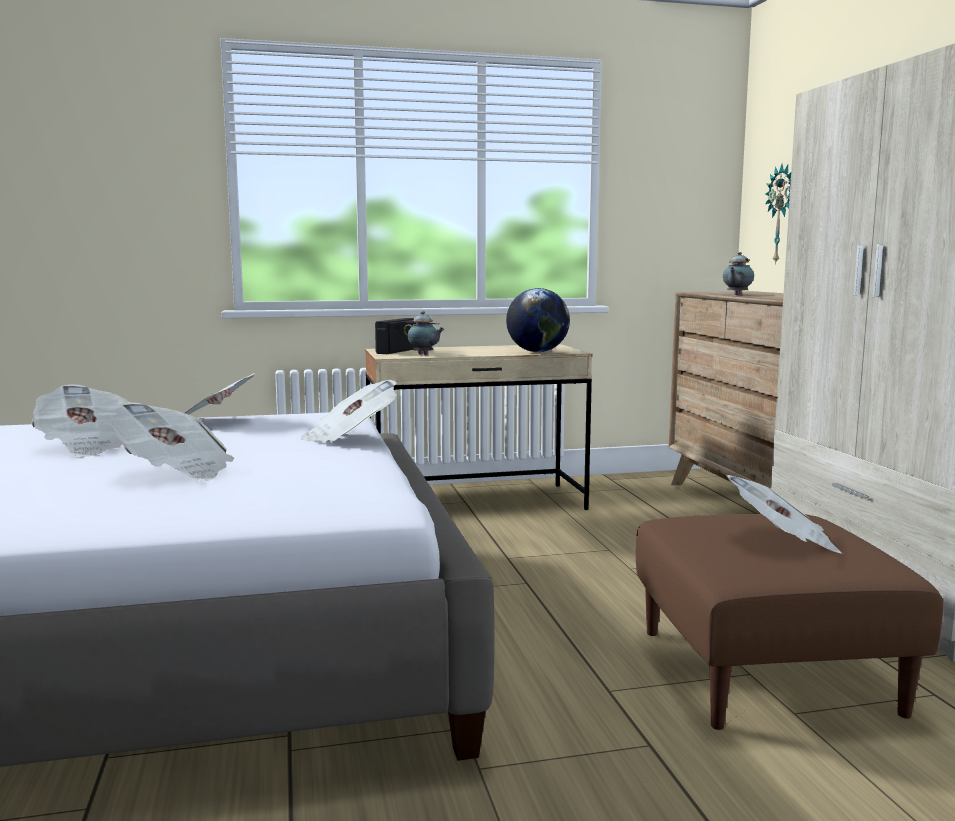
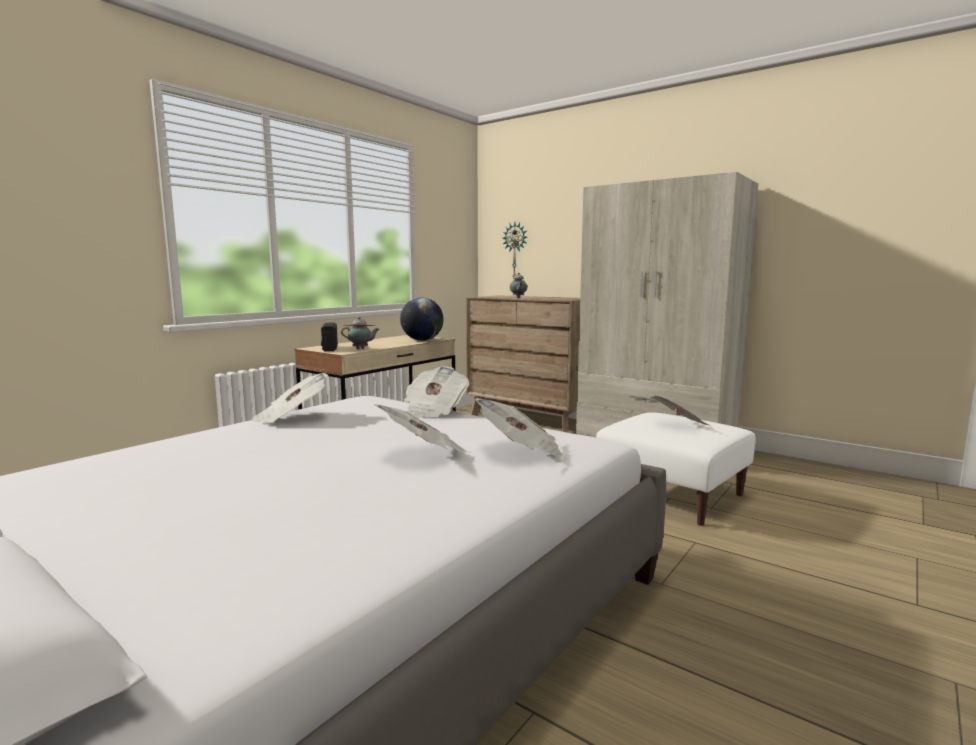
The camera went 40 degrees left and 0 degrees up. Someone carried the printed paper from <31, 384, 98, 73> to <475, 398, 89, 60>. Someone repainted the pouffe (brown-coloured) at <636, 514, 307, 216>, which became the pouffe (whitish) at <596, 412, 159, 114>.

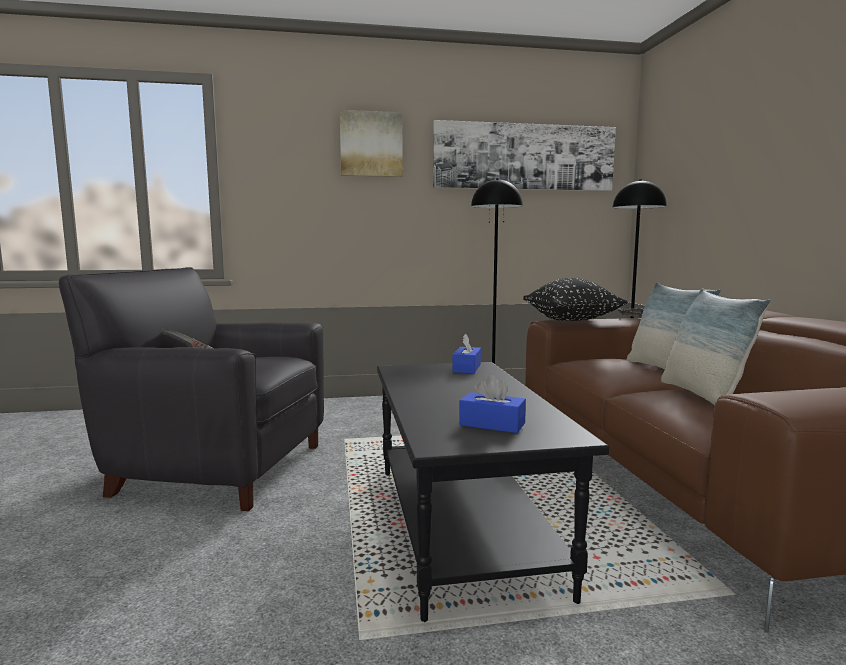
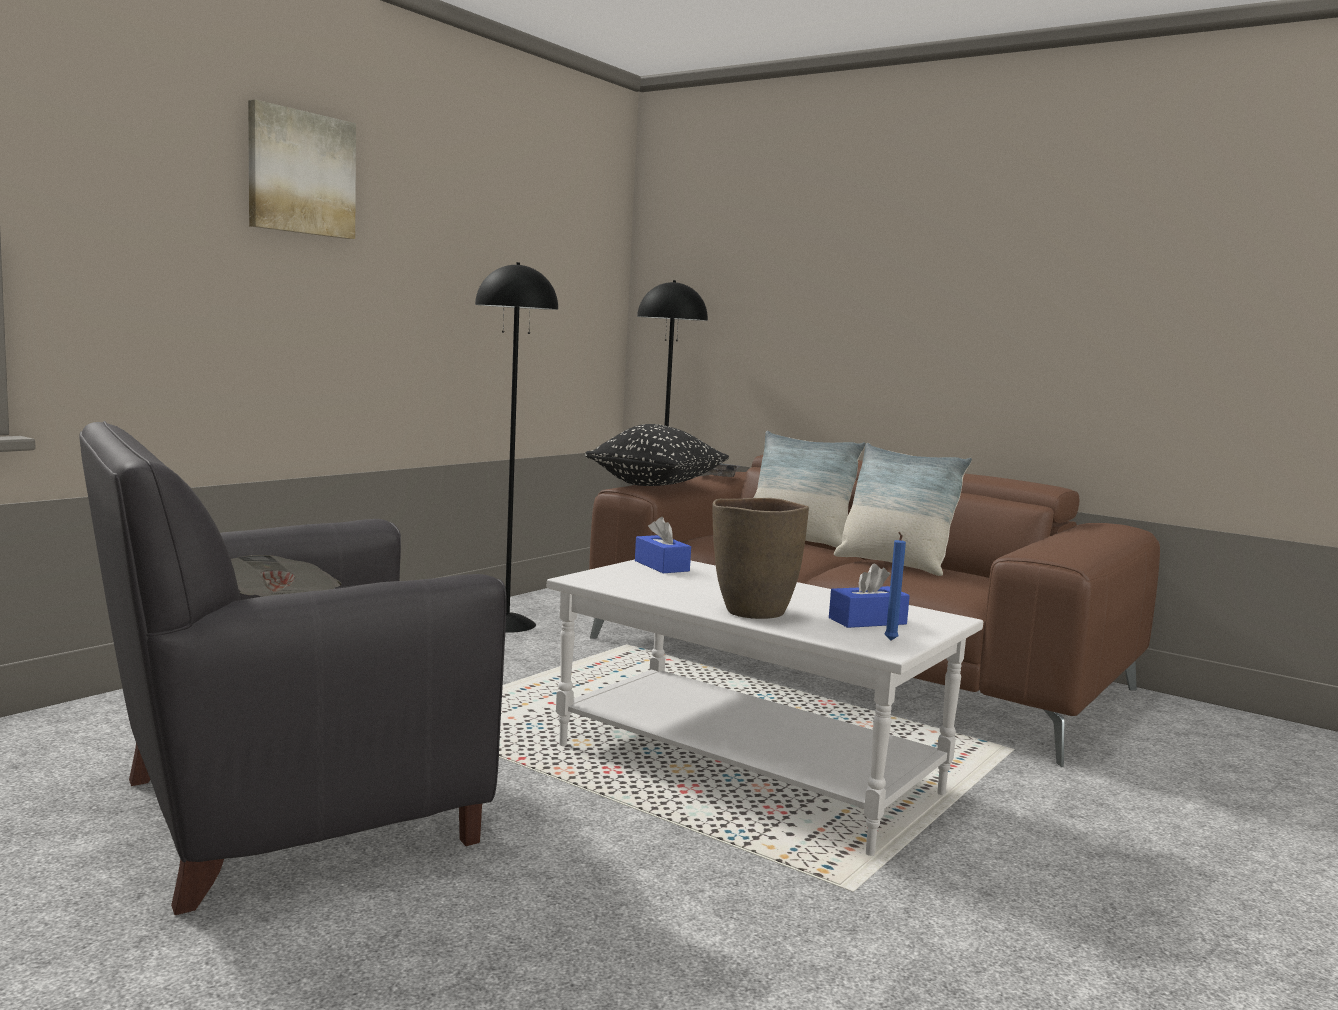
The camera went 45 degrees left and 0 degrees up. Someone took away the wall picture at <433, 120, 183, 71>. Someone repainted the lounge table (black-coloured) at <377, 362, 233, 260>, which became the lounge table (whitish) at <547, 559, 436, 297>. Someone put down the vase (brown-coloured) at <712, 498, 97, 121>. Someone put down the wax light (blue-coloured) at <884, 532, 22, 109>.

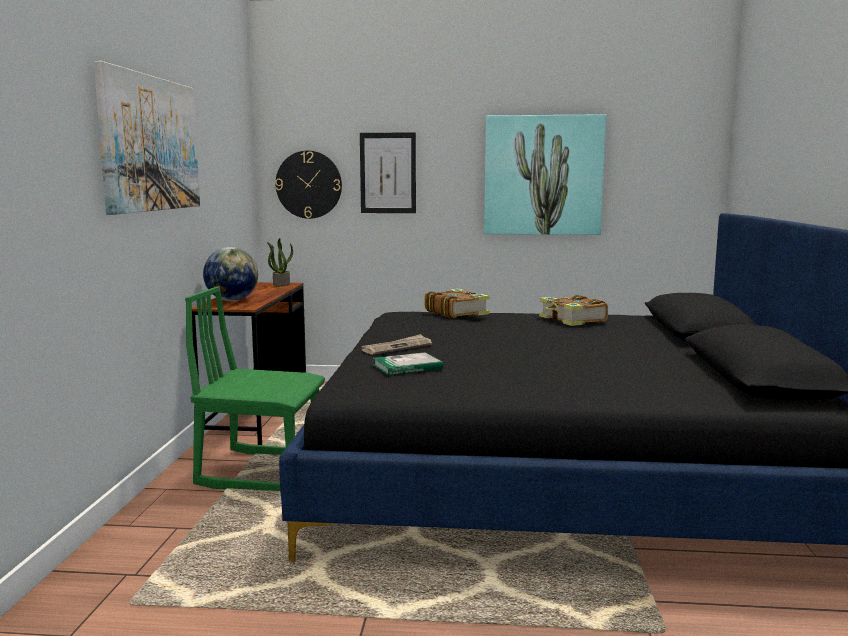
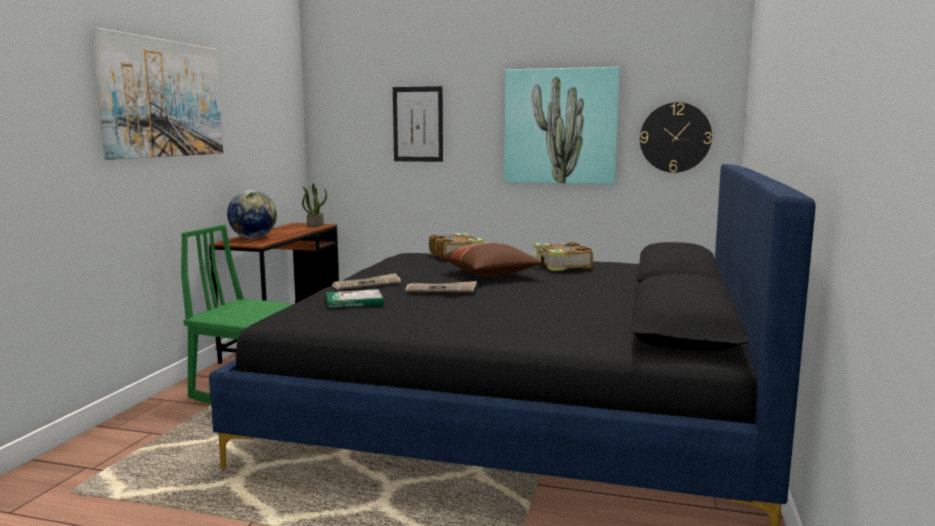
The camera went 10 degrees right and 0 degrees up. Someone carried the clock on the wall from <275, 151, 67, 68> to <640, 102, 72, 71>. Someone put down the throw pillow (brown-coloured) at <443, 243, 99, 33>. Someone put down the printed paper at <405, 281, 72, 11>.

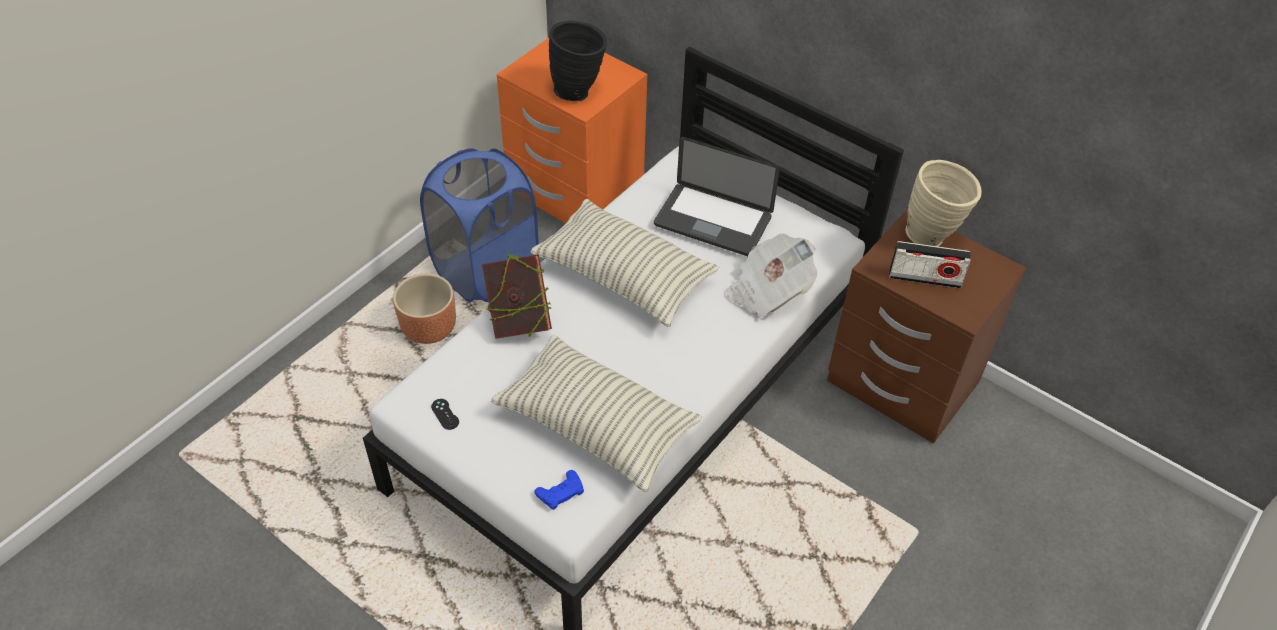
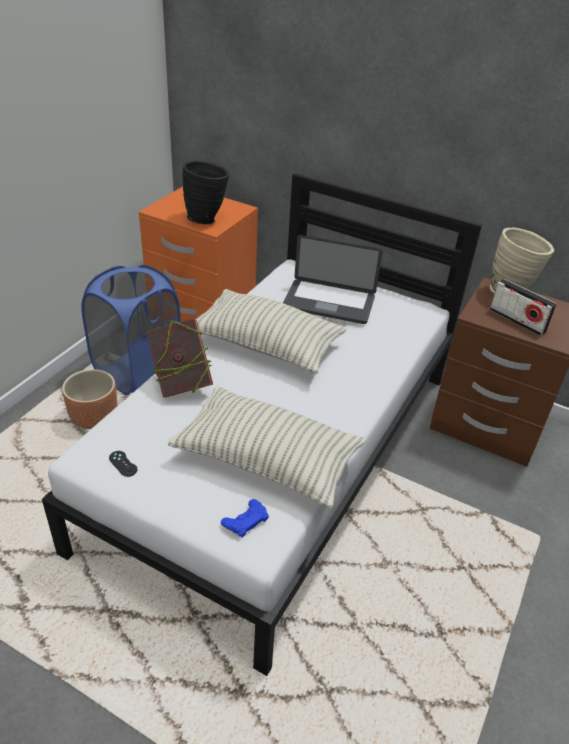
The camera went 10 degrees left and 10 degrees down. Someone took away the printed paper at <726, 233, 91, 85>. Someone rotated the radio set at <889, 241, 82, 47> by 45 degrees clockwise.

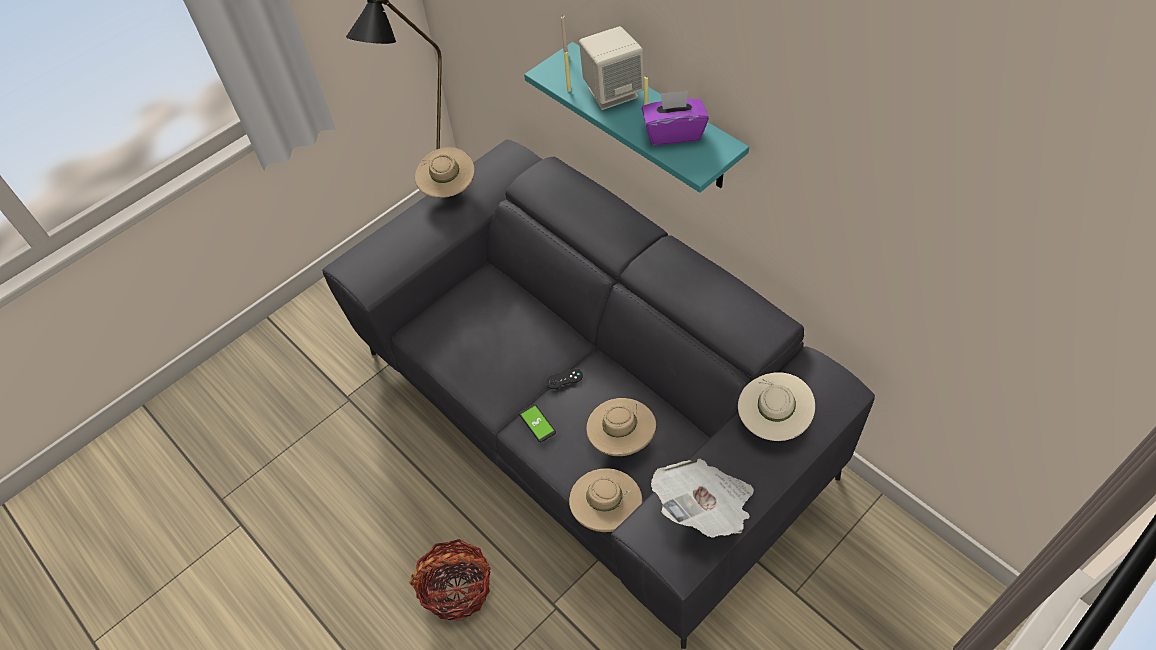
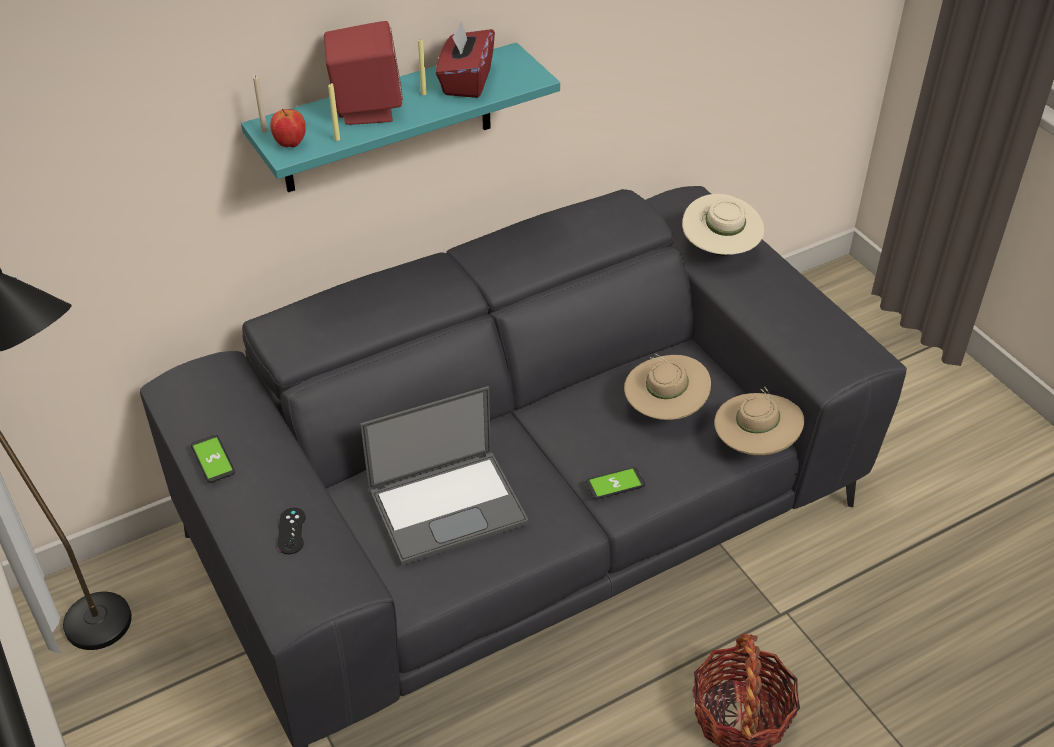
The camera went 80 degrees left and 10 degrees down. Someone repainted the speaker (beige-coloured) at <579, 26, 65, 84>, which became the speaker (reddish) at <324, 21, 79, 104>. Someone repainted the box of tissues (purple-coloured) at <642, 91, 67, 54>, which became the box of tissues (reddish) at <436, 21, 59, 77>. Someone swapped the hat (beige-coloured) at <415, 147, 60, 51> for the handset at <191, 435, 44, 48>. Someone carried the gamepad (black-coloured) from <546, 368, 37, 21> to <278, 508, 28, 46>. Someone took away the printed paper at <651, 459, 103, 79>. Someone put down the whole apple at <270, 109, 36, 39>. Someone put down the laptop at <360, 386, 169, 180>.

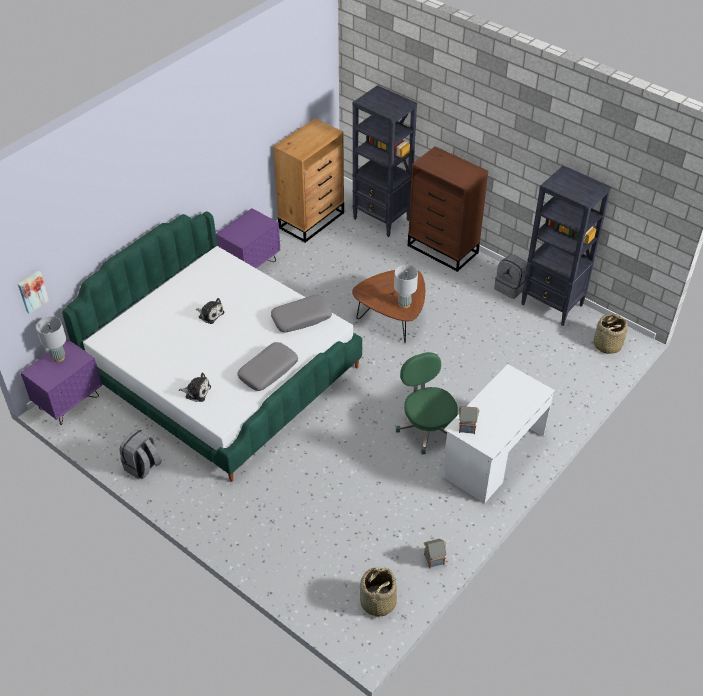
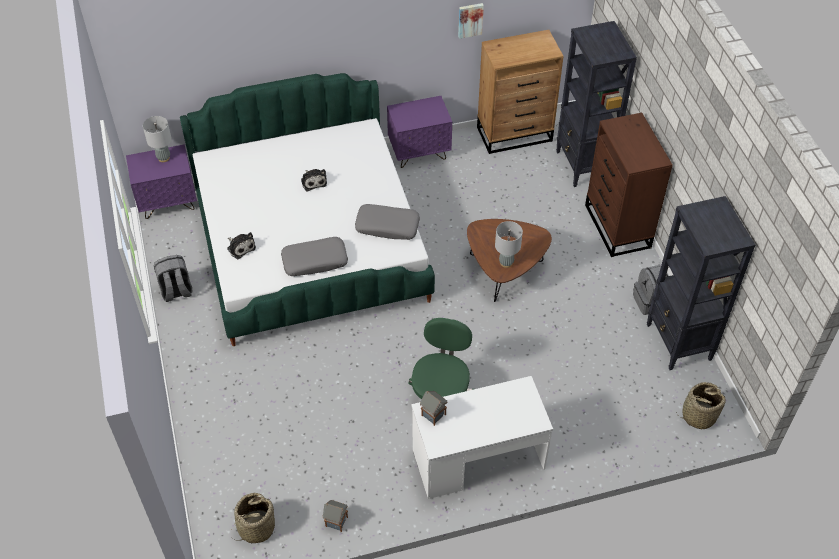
The camera went 35 degrees right and 5 degrees up. Someone carried the wall picture from <18, 271, 31, 43> to <458, 3, 26, 36>.

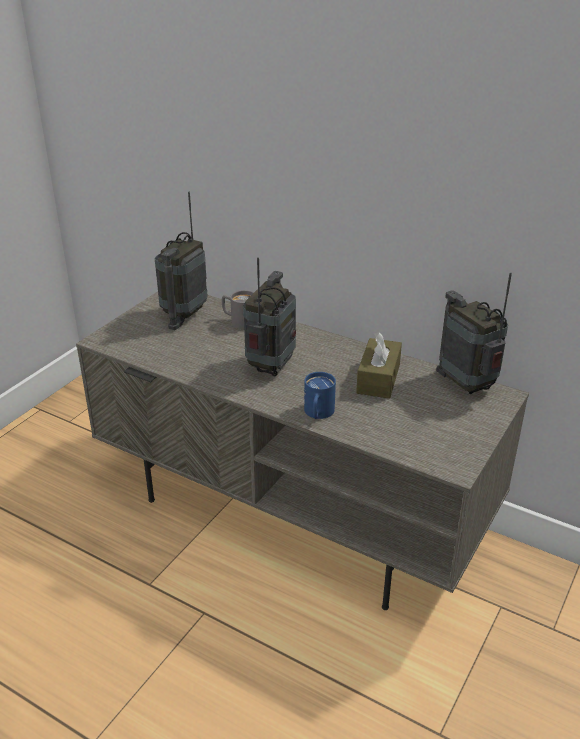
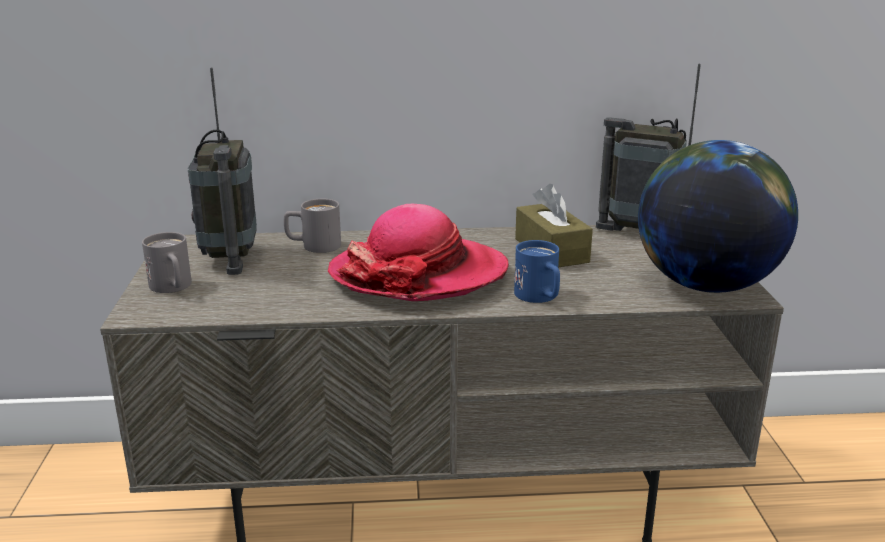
The camera went 35 degrees left and 10 degrees down. Someone swapped the radio set at <243, 257, 53, 119> for the hat at <328, 204, 181, 97>. Someone put down the world globe at <638, 140, 160, 153>. Someone put down the mug (grey) at <142, 232, 50, 61>.

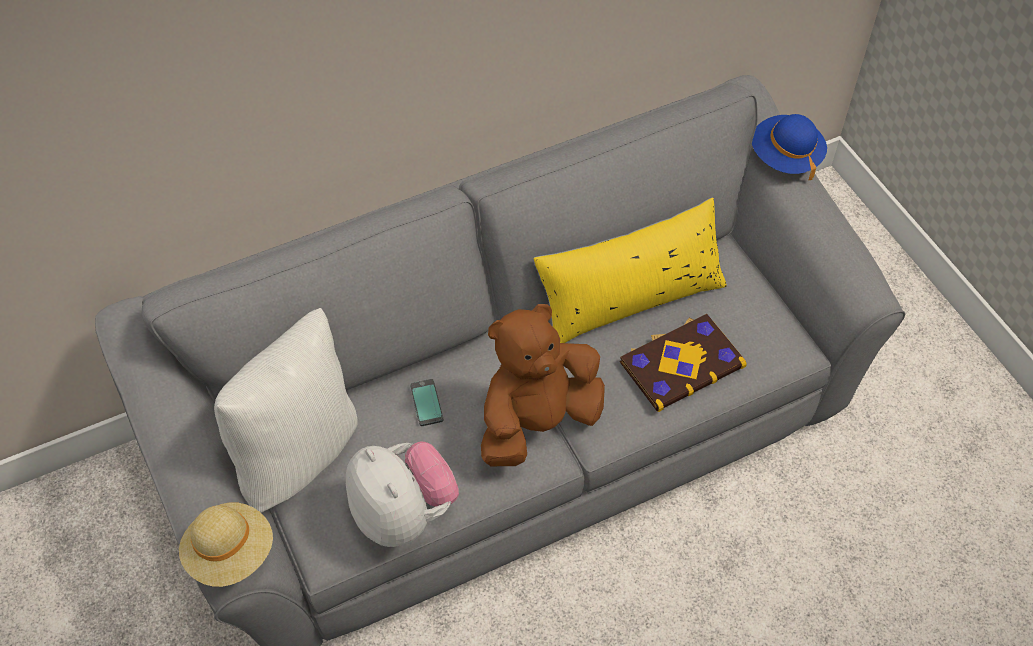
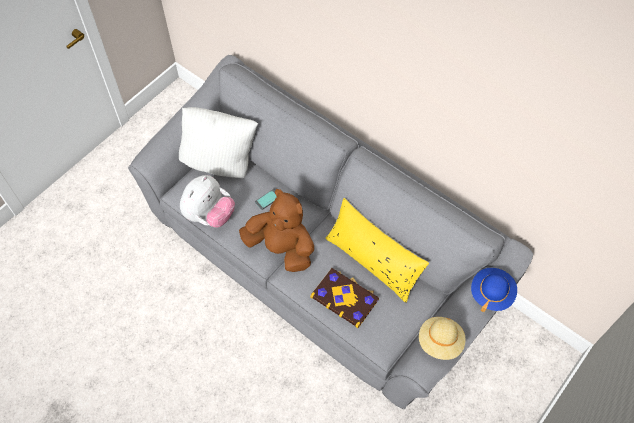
The camera went 65 degrees right and 5 degrees up. Someone carried the hat (beige-coloured) from <179, 502, 94, 85> to <419, 317, 47, 43>.

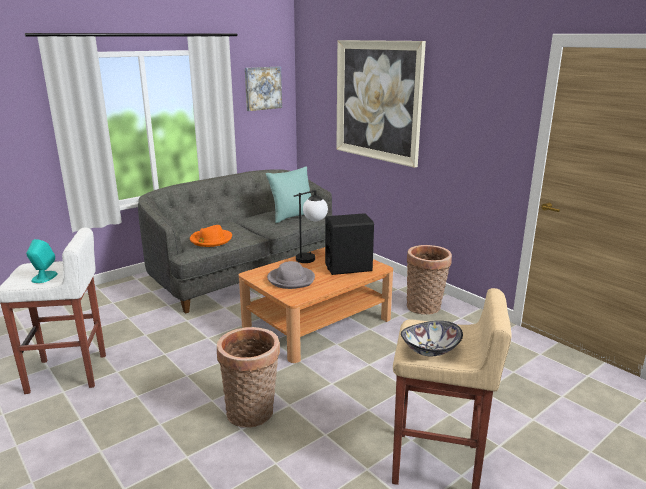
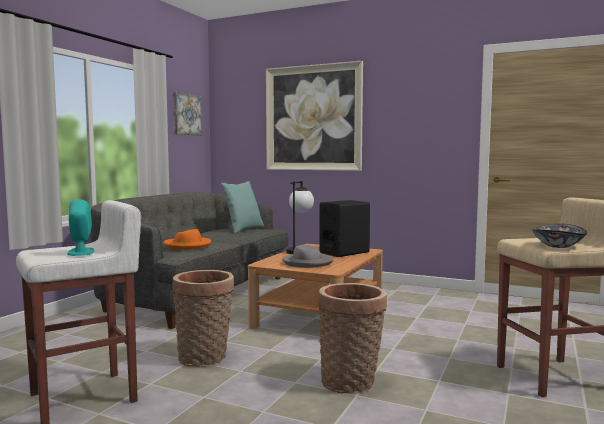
The camera went 25 degrees left and 15 degrees down. Someone carried the basket from <407, 245, 45, 70> to <172, 270, 62, 97>.

